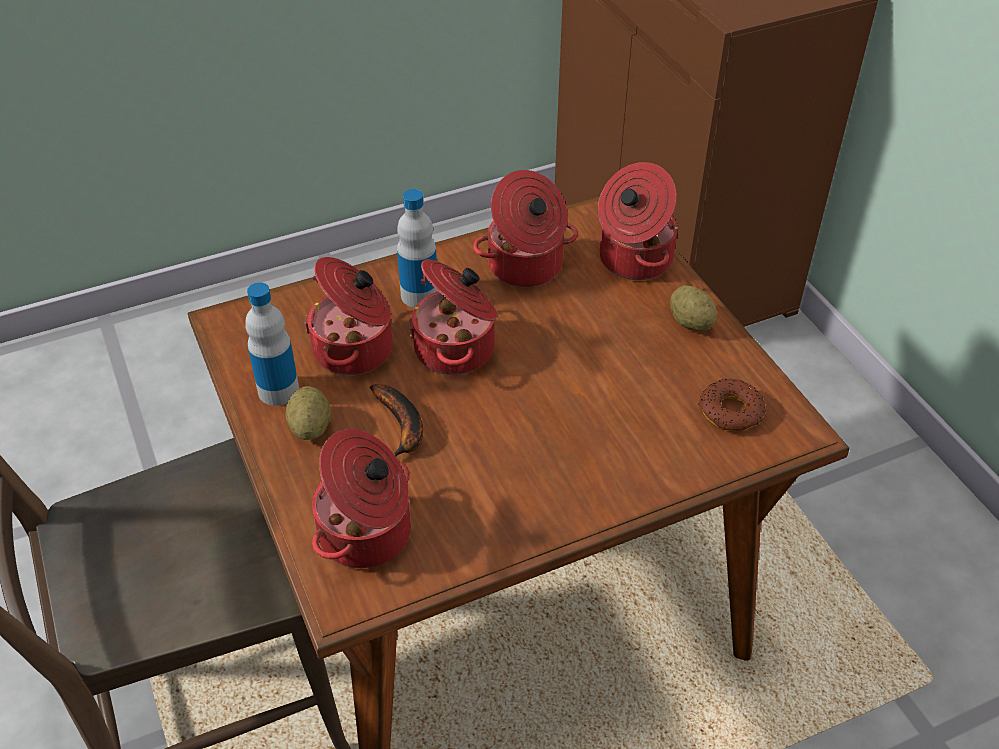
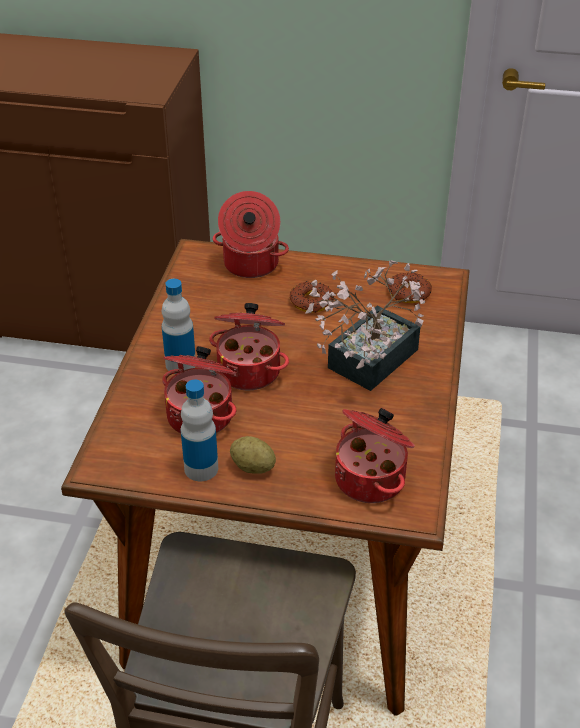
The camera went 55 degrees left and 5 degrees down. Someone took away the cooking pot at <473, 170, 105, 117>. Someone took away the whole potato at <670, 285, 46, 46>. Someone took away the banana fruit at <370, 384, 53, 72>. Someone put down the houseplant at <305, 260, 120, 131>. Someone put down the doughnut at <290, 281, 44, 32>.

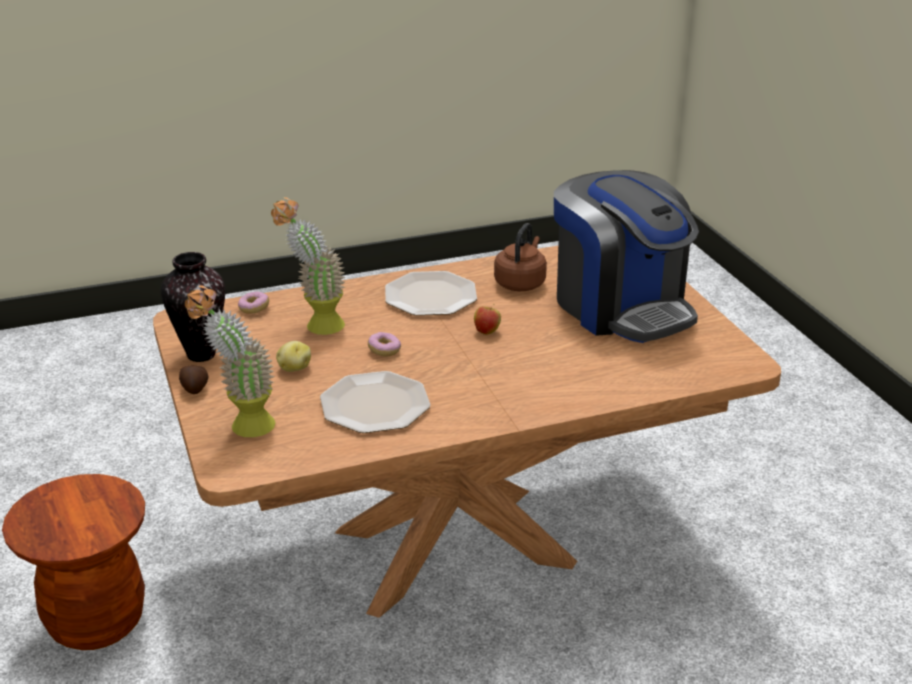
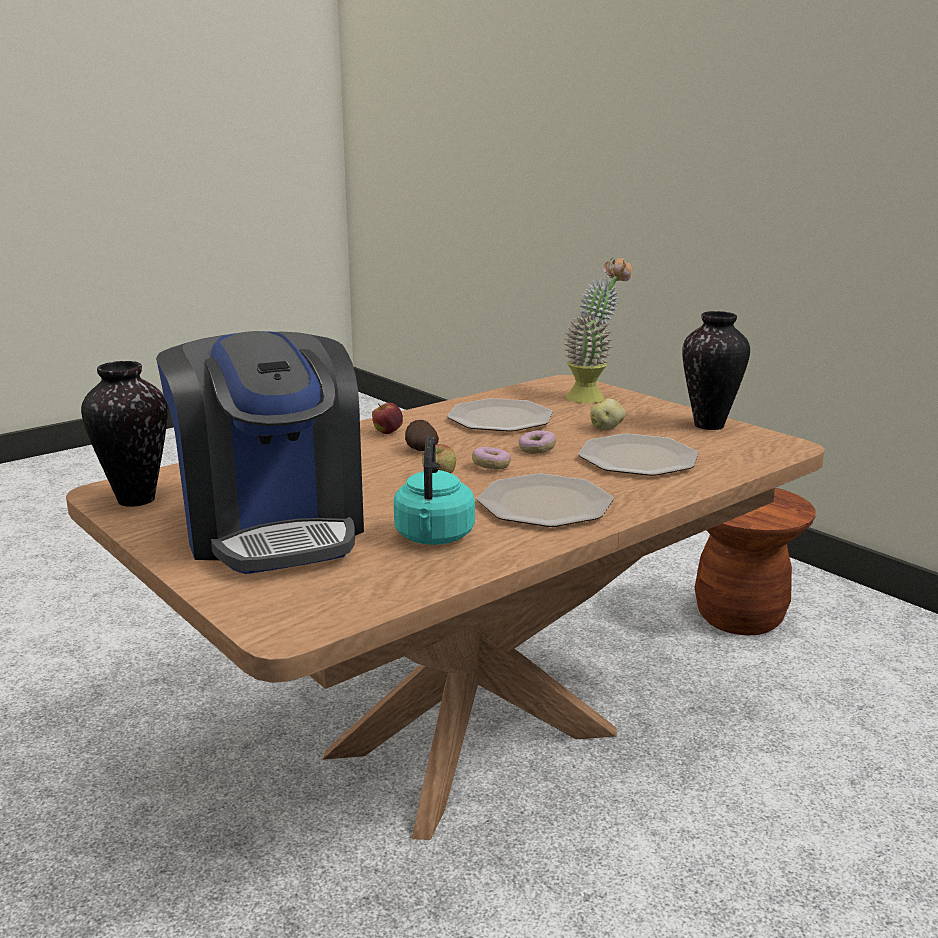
The camera went 160 degrees right and 10 degrees down. Someone rotated the coffee brewer at <554, 170, 145, 173> by 150 degrees counterclockwise. Someone swapped the houseplant at <271, 197, 75, 138> for the plate at <578, 434, 120, 42>. Someone repainted the tea kettle (brown-coloured) at <494, 223, 53, 68>, which became the tea kettle (turquoise-coloured) at <394, 437, 81, 108>. Someone carried the doughnut from <238, 292, 31, 22> to <472, 447, 39, 22>. Someone carried the whole potato from <179, 366, 29, 28> to <405, 420, 34, 31>. Someone put down the vase at <81, 361, 87, 146>. Someone put down the whole apple at <372, 403, 31, 31>.

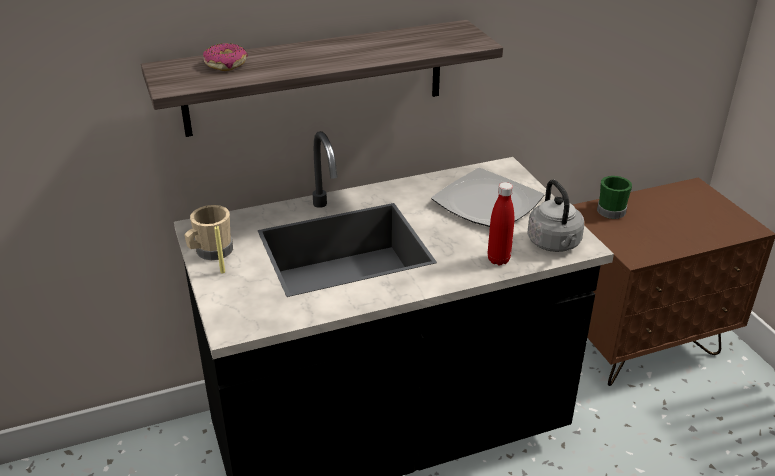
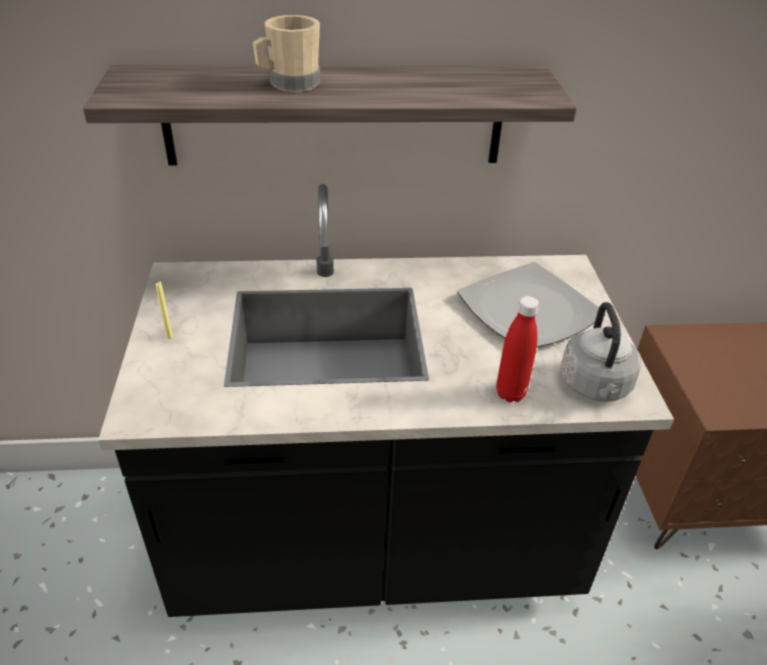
The camera went 15 degrees right and 5 degrees up. Someone took away the doughnut at <203, 43, 45, 28>. Someone took away the mug (green-coloured) at <597, 176, 35, 43>. Someone carried the mug (beige-coloured) from <184, 205, 49, 55> to <253, 15, 67, 77>.

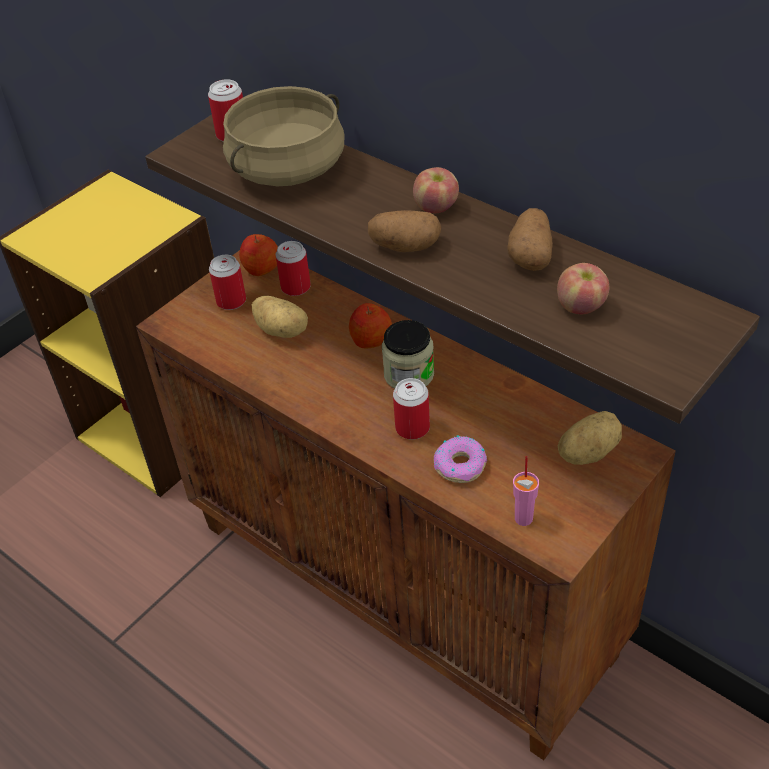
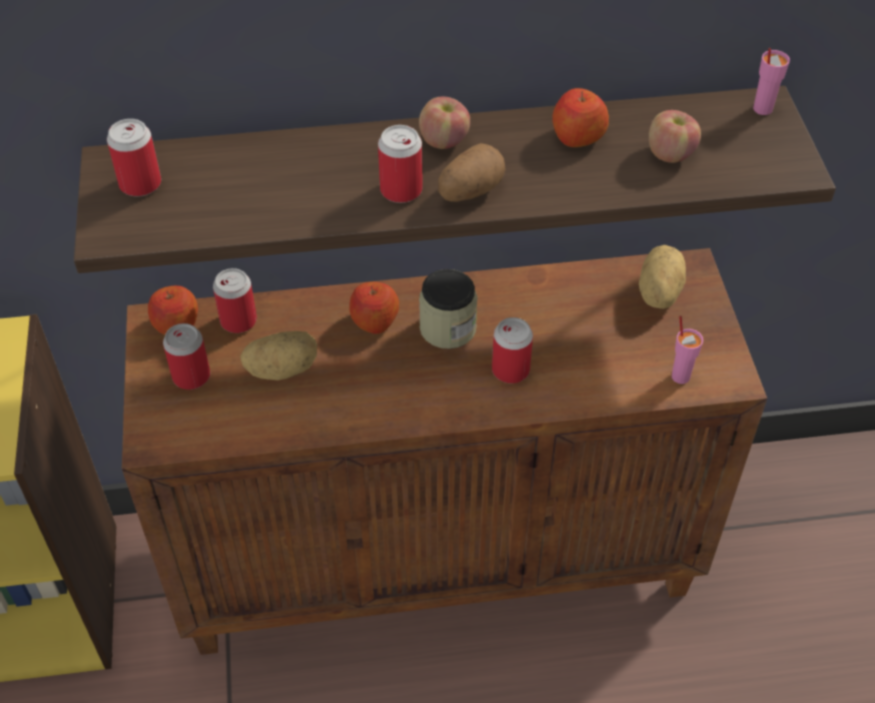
The camera went 50 degrees left and 5 degrees up. Someone took away the cooking pot (beige-coloured) at <223, 86, 121, 100>. Someone swapped the whole potato at <508, 208, 45, 63> for the whole apple at <552, 88, 57, 59>. Someone took away the doughnut at <434, 435, 53, 48>. Someone put down the small cup (pinkish) at <753, 48, 37, 67>. Someone put down the metal can at <378, 125, 45, 78>.

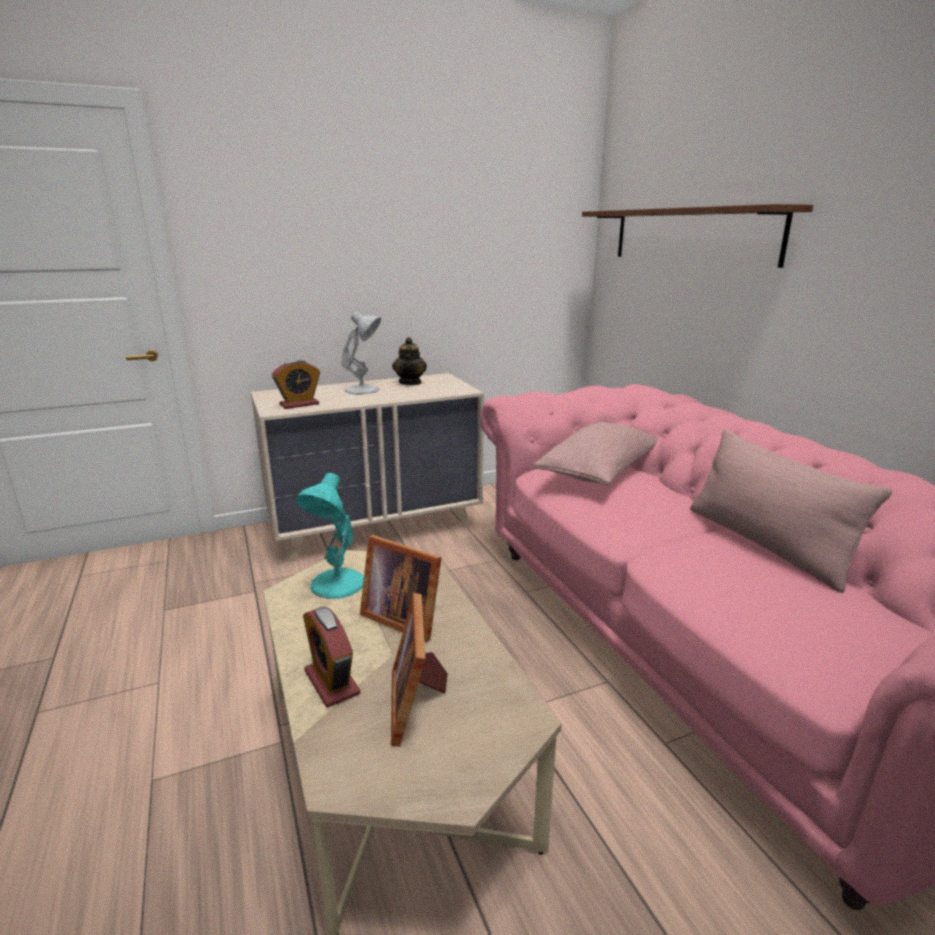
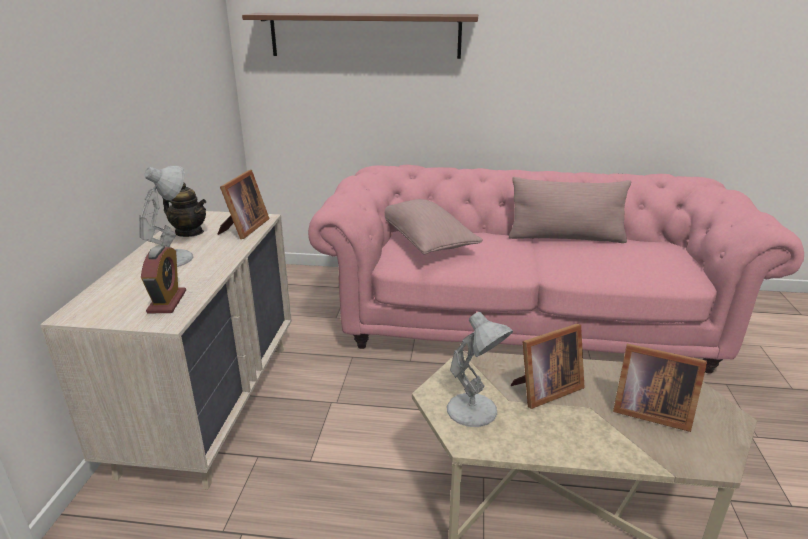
The camera went 60 degrees left and 5 degrees up. Someone repainted the tabletop lamp (turquoise-coloured) at <296, 473, 68, 126>, which became the tabletop lamp (whitish) at <447, 312, 66, 115>. Someone took away the table clock at <303, 607, 57, 101>. Someone put down the standing frame at <217, 170, 53, 69>.

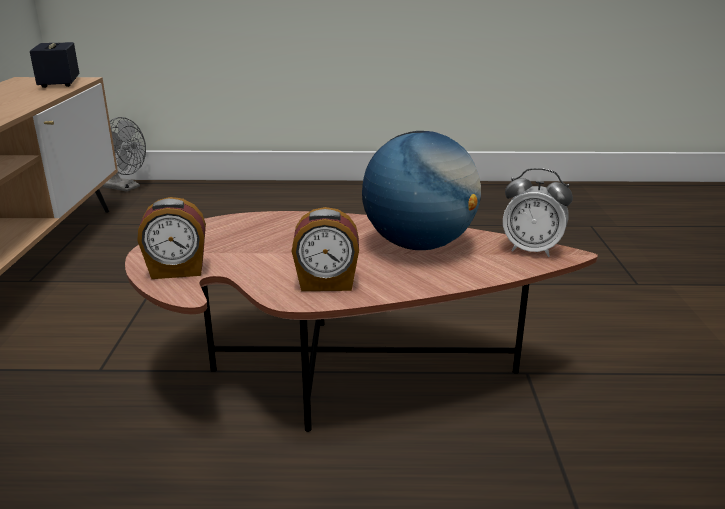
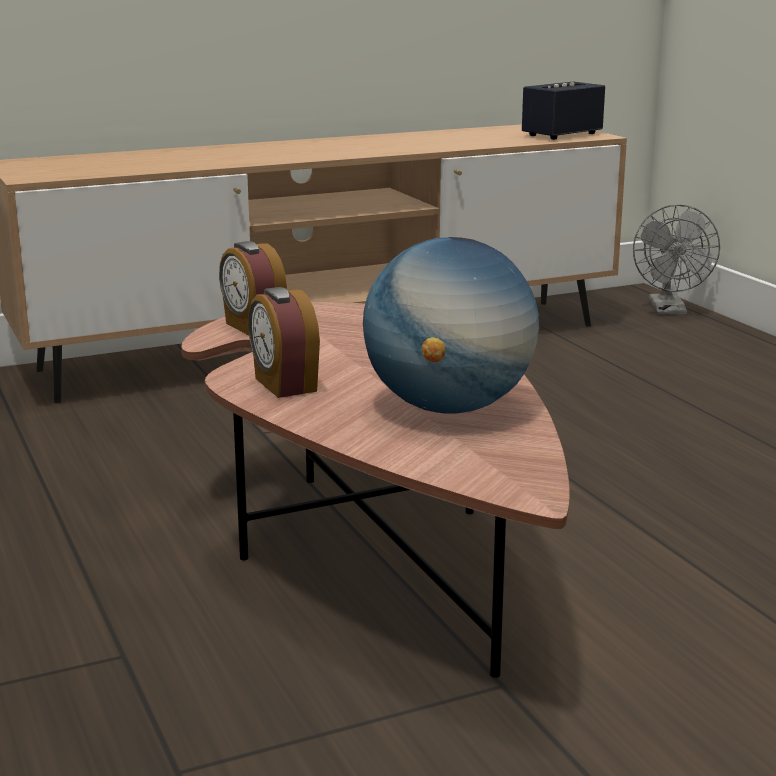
The camera went 65 degrees right and 5 degrees down. Someone took away the table clock at <503, 168, 70, 89>.

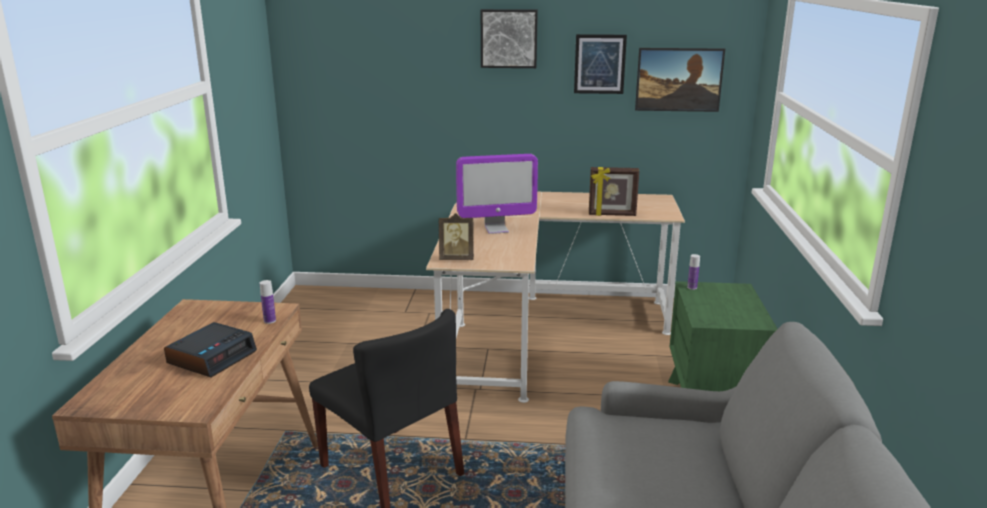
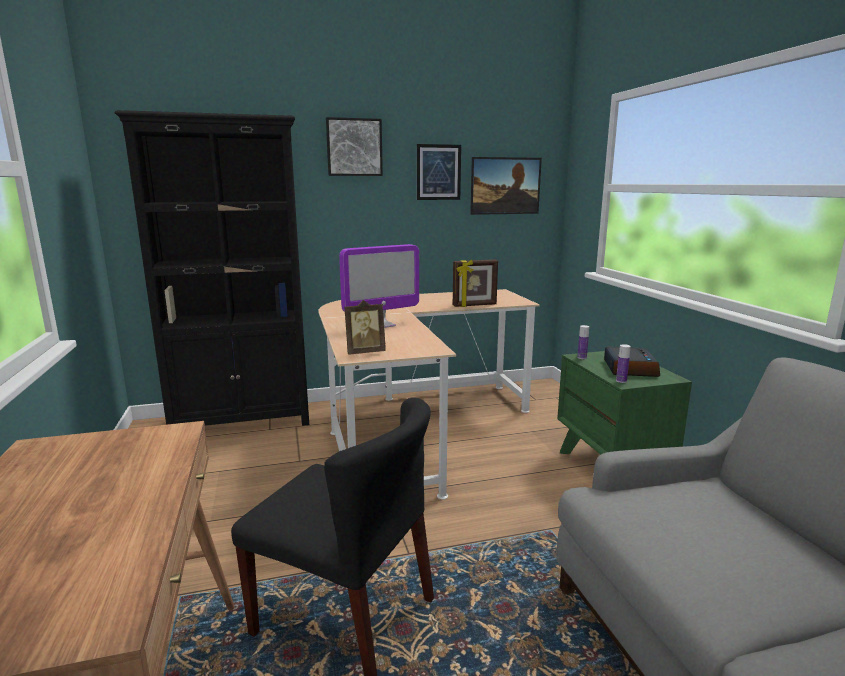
The camera went 20 degrees left and 5 degrees down. Someone carried the drink bottle from <260, 280, 16, 44> to <616, 344, 15, 39>. Someone carried the table clock from <164, 322, 93, 55> to <604, 347, 56, 30>. Someone put down the bookcase (black-coloured) at <115, 110, 194, 316>.

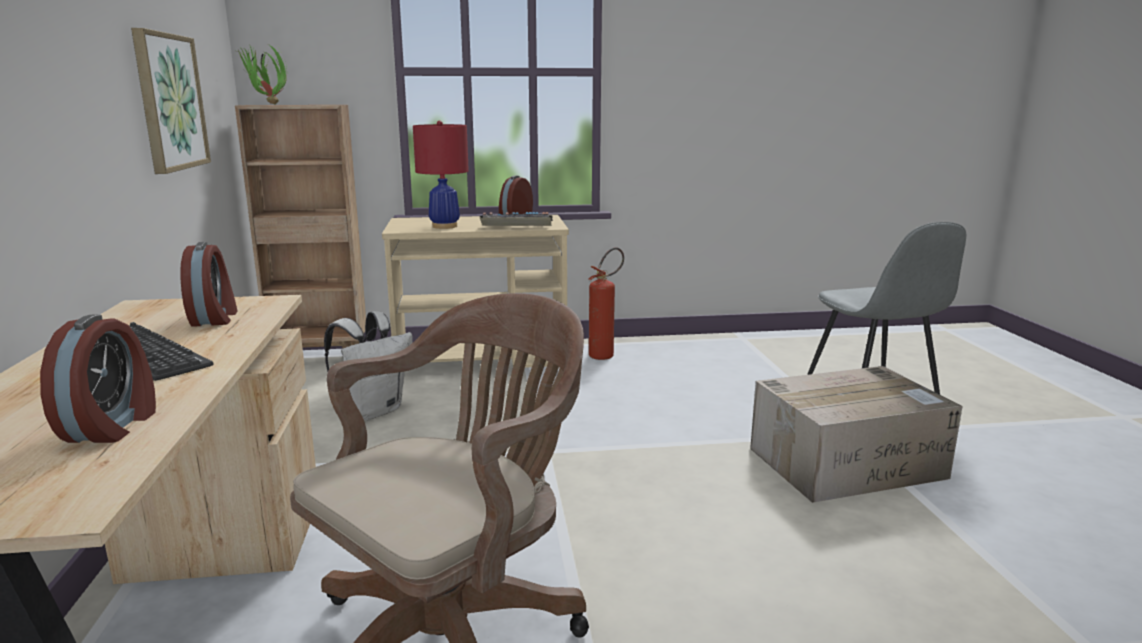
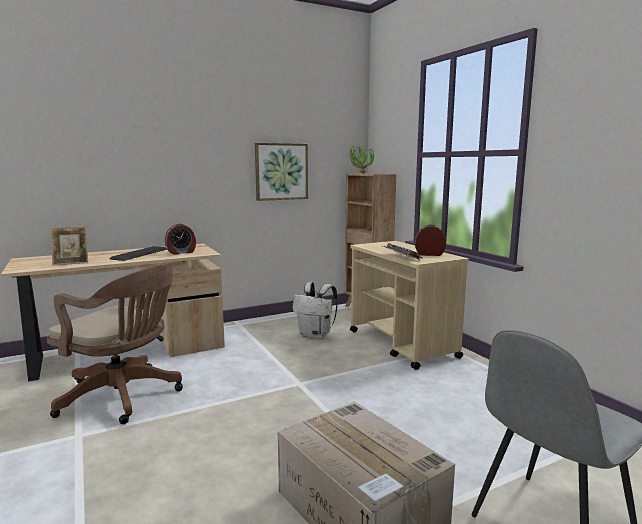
The camera went 70 degrees right and 5 degrees down. Someone took away the tabletop lamp (reddish) at <413, 121, 56, 108>. Someone took away the extinguisher at <588, 247, 36, 113>. Someone swapped the table clock at <40, 314, 116, 129> for the standing frame at <51, 227, 37, 38>.

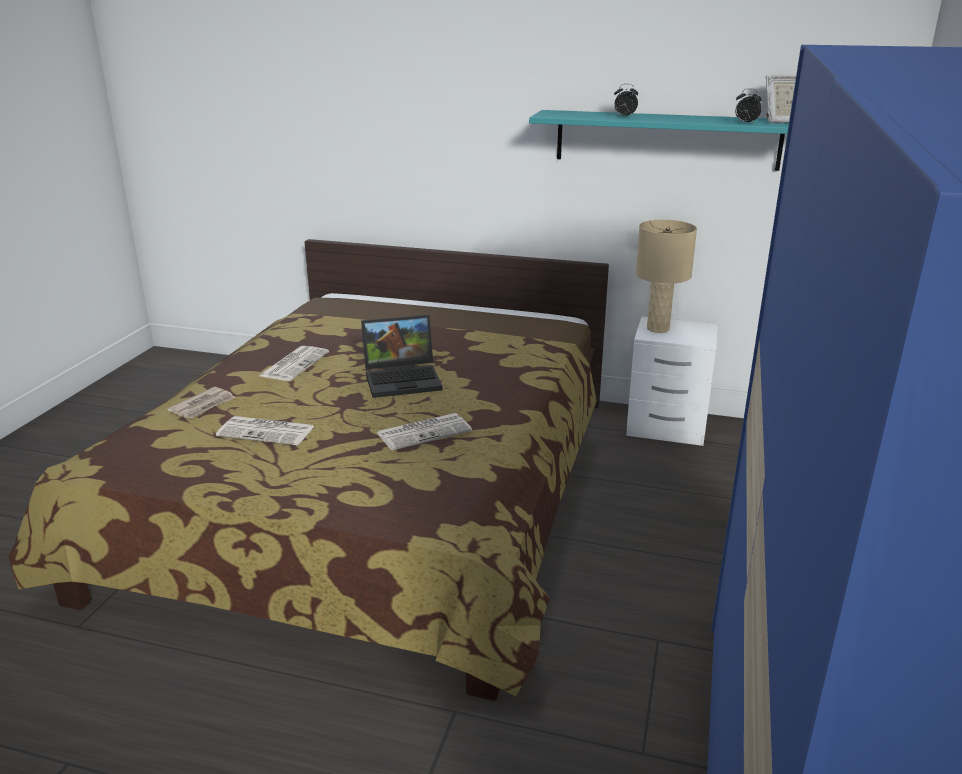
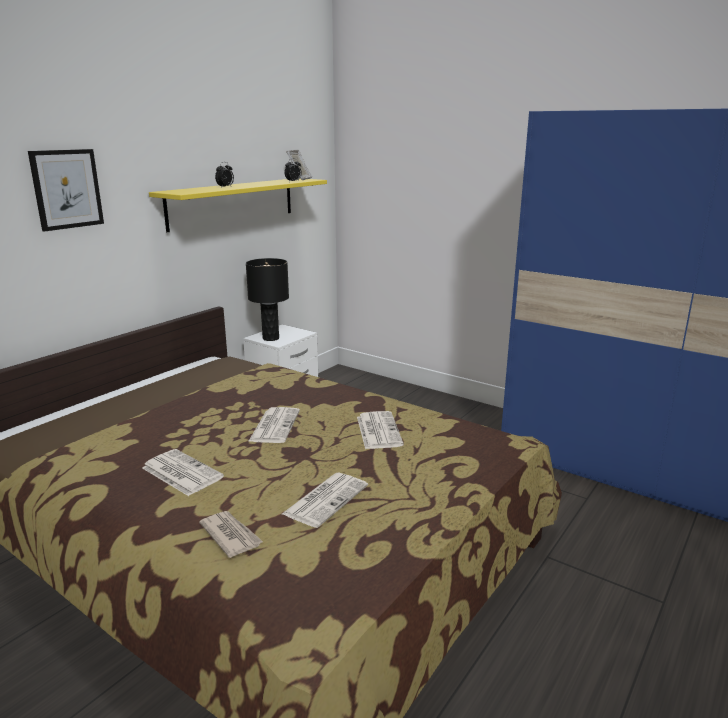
The camera went 70 degrees left and 5 degrees down. Someone repainted the shelf (turquoise-coloured) at <529, 110, 260, 61>, which became the shelf (yellow-coloured) at <149, 178, 178, 54>. Someone repainted the tabletop lamp (beige-coloured) at <635, 220, 62, 113>, which became the tabletop lamp (black-coloured) at <246, 258, 43, 83>. Someone swapped the laptop at <361, 314, 82, 84> for the printed paper at <248, 407, 52, 36>. Someone put up the wall picture at <28, 149, 76, 83>.

